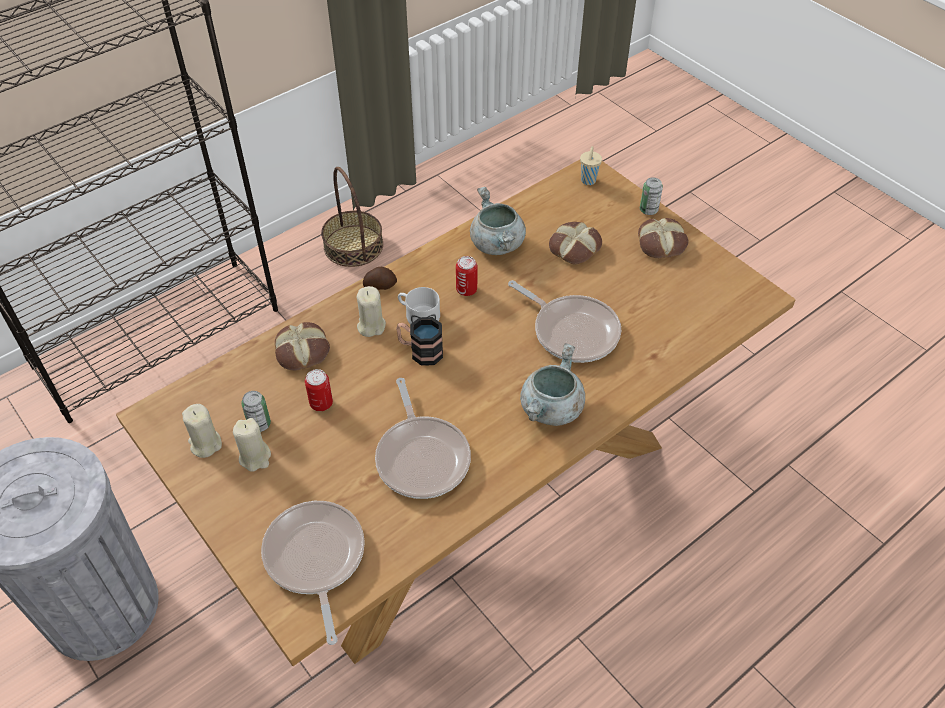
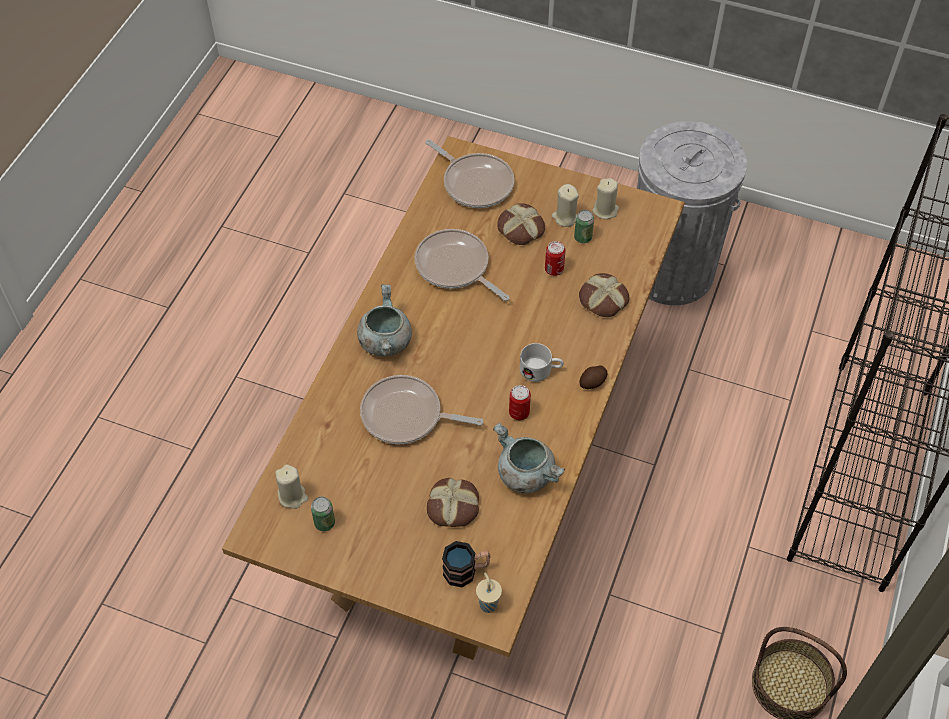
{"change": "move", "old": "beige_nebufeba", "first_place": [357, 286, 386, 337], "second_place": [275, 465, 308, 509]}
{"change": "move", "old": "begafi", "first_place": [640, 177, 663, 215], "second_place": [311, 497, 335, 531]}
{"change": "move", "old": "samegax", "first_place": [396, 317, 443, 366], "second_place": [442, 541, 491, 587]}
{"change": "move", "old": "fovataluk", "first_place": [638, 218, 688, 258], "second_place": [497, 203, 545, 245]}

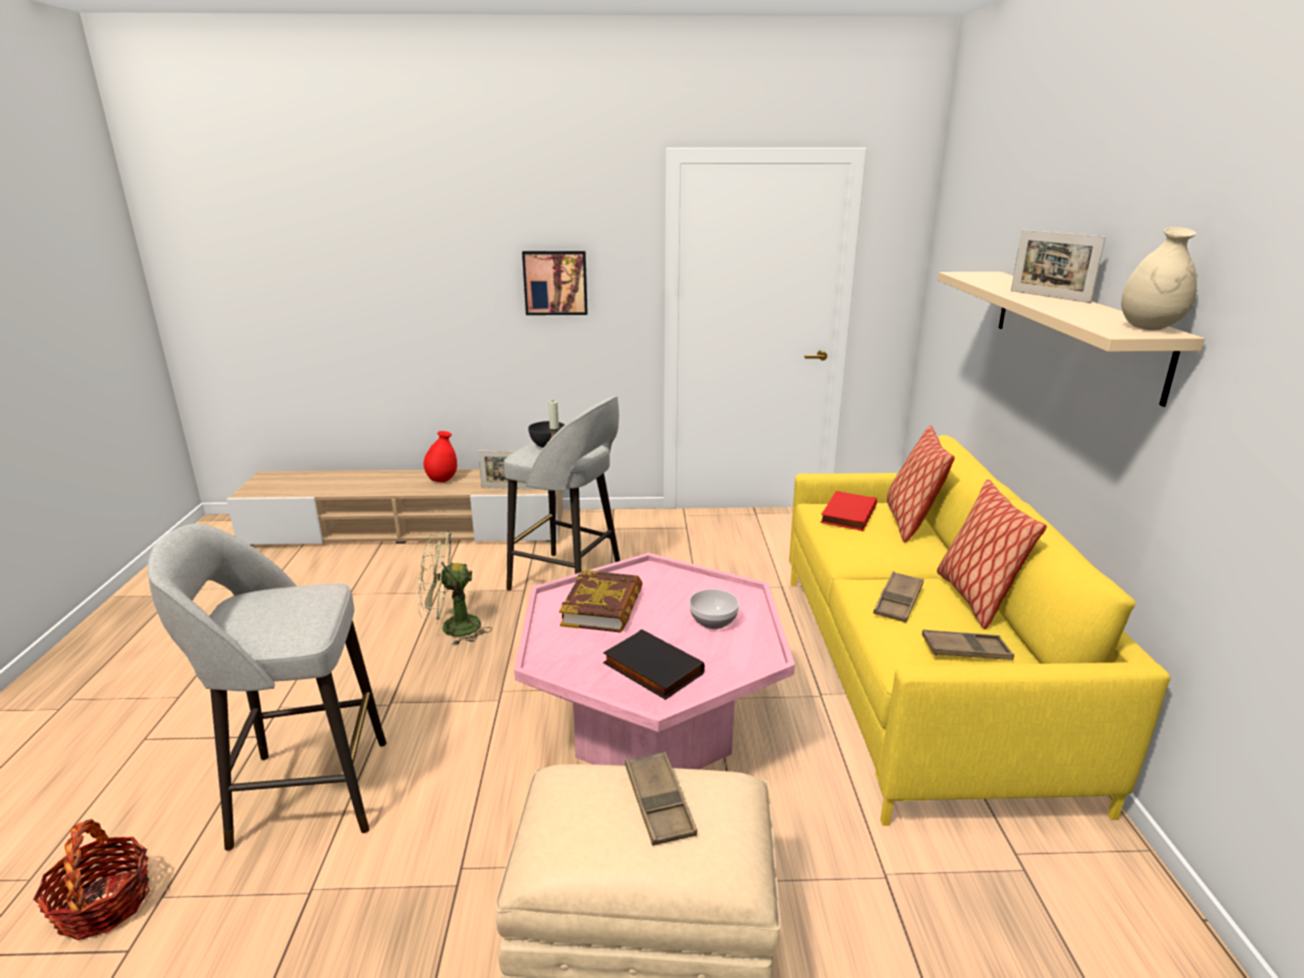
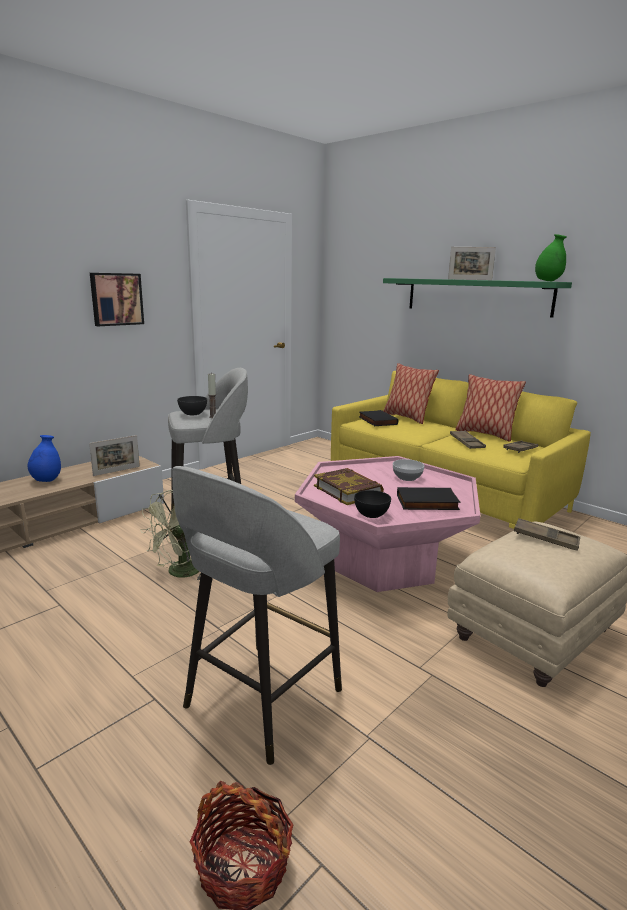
{"change": "recolor", "old": "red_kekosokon", "new": "blue_kekosokon", "first_place": [424, 431, 457, 482], "second_place": [28, 435, 61, 482]}
{"change": "insert", "new": "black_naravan", "second_place": [354, 490, 391, 518]}
{"change": "recolor", "old": "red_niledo", "new": "black_niledo", "first_place": [820, 491, 877, 531], "second_place": [359, 410, 398, 426]}
{"change": "recolor", "old": "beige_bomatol", "new": "green_bomatol", "first_place": [938, 272, 1205, 407], "second_place": [383, 278, 572, 318]}
{"change": "recolor", "old": "beige_kekosokon", "new": "green_kekosokon", "first_place": [1121, 227, 1197, 330], "second_place": [535, 234, 567, 281]}

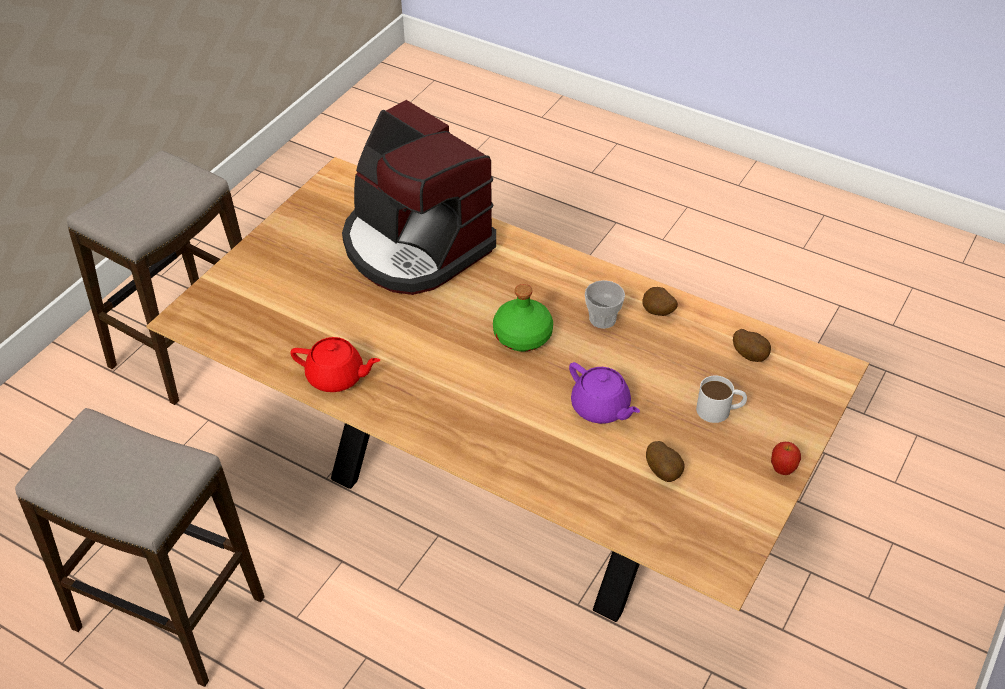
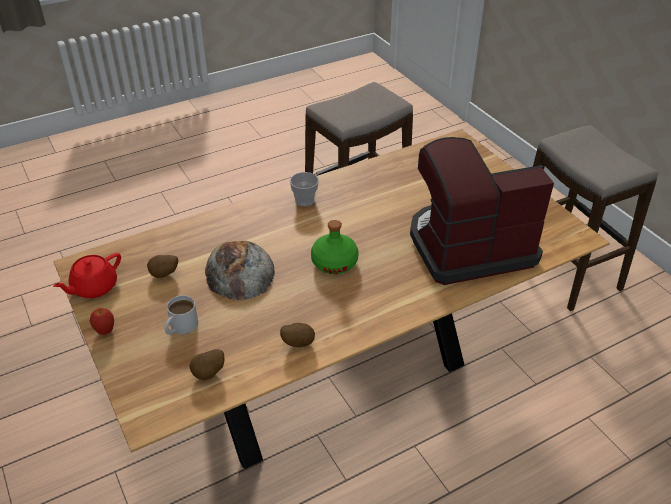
{"change": "move", "old": "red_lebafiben", "first_place": [290, 337, 380, 392], "second_place": [53, 253, 121, 298]}
{"change": "replace", "old": "purple_lebafiben", "new": "fovataluk", "first_place": [569, 362, 640, 424], "second_place": [205, 241, 275, 301]}
{"change": "move", "old": "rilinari", "first_place": [585, 280, 625, 329], "second_place": [290, 172, 319, 207]}

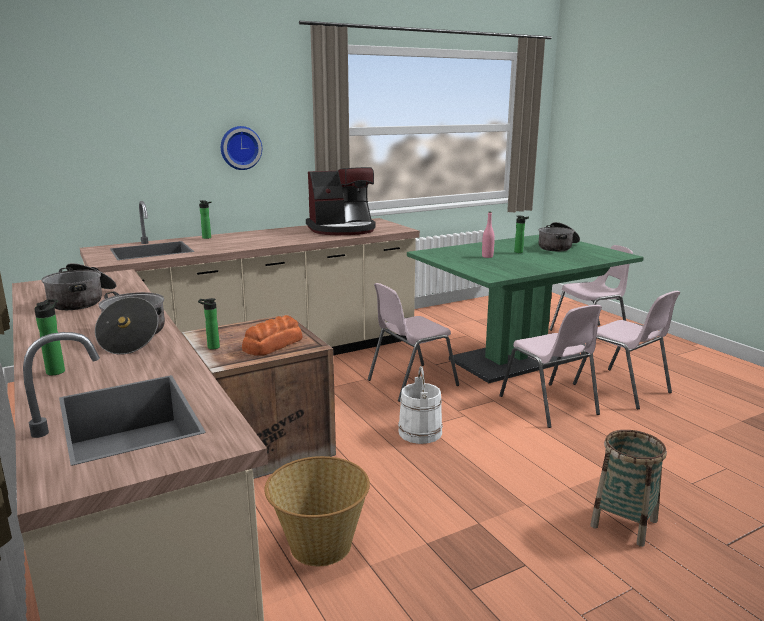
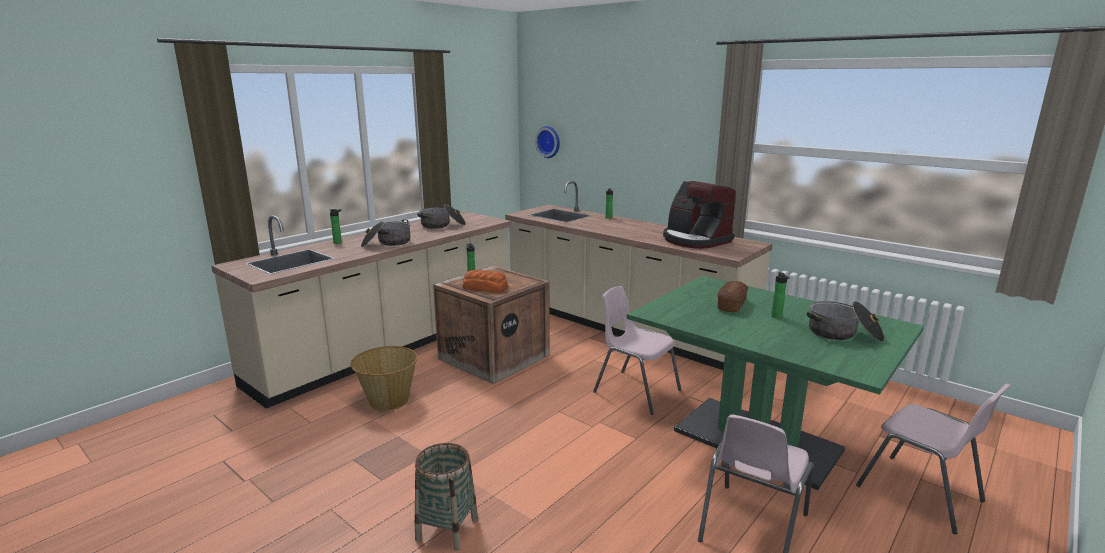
{"change": "move", "old": "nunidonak", "first_place": [221, 126, 262, 170], "second_place": [535, 126, 560, 158]}
{"change": "replace", "old": "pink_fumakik", "new": "fovataluk", "first_place": [482, 212, 495, 258], "second_place": [717, 281, 748, 312]}
{"change": "delete", "old": "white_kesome", "first_place": [398, 366, 443, 444]}
{"change": "delete", "old": "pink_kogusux", "first_place": [499, 305, 602, 428]}

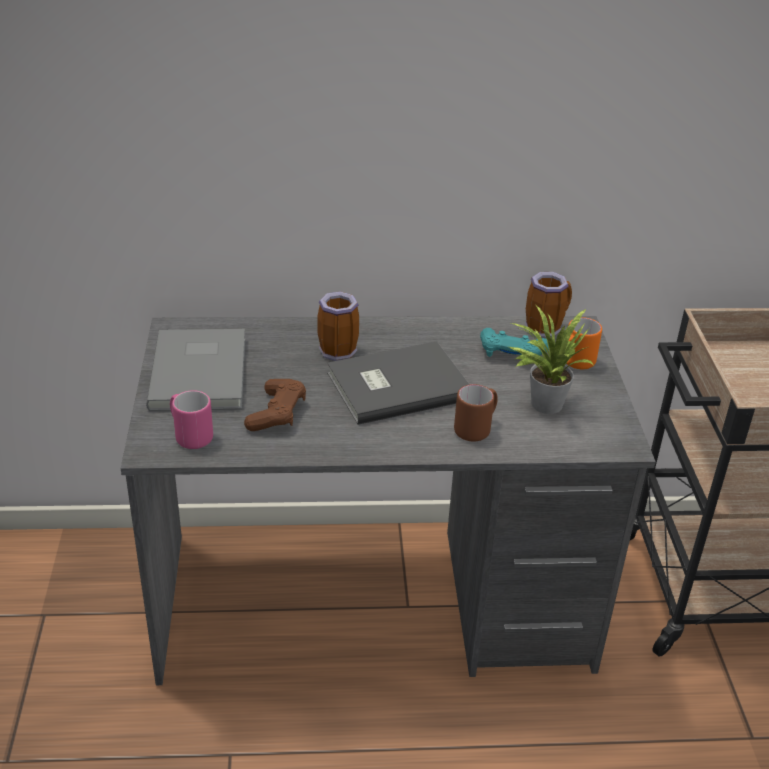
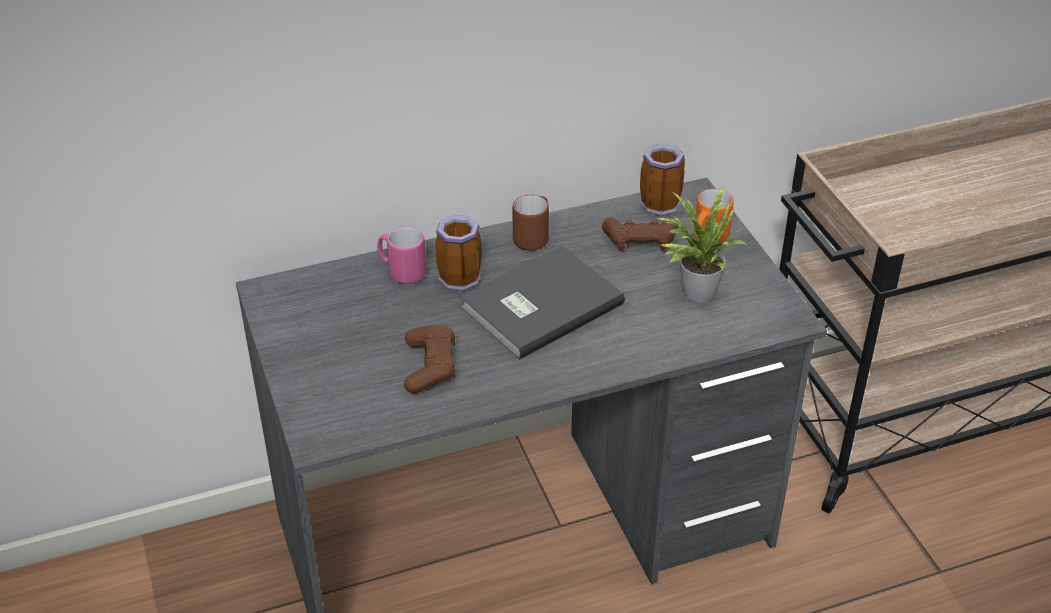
{"change": "move", "old": "pink_samegax", "first_place": [170, 390, 213, 449], "second_place": [377, 227, 426, 284]}
{"change": "move", "old": "brown_samegax", "first_place": [454, 384, 498, 442], "second_place": [513, 195, 549, 251]}
{"change": "recolor", "old": "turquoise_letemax", "new": "brown_letemax", "first_place": [480, 328, 549, 357], "second_place": [602, 218, 678, 251]}
{"change": "delete", "old": "grey_niledo", "first_place": [146, 329, 245, 411]}

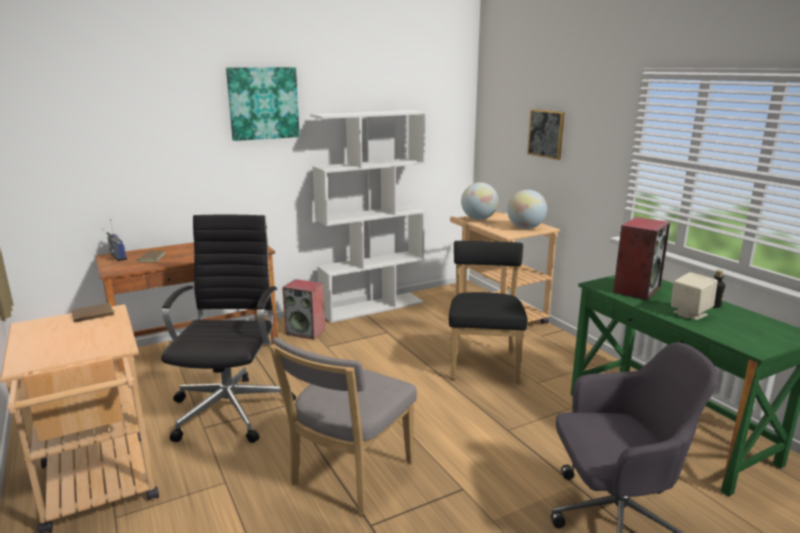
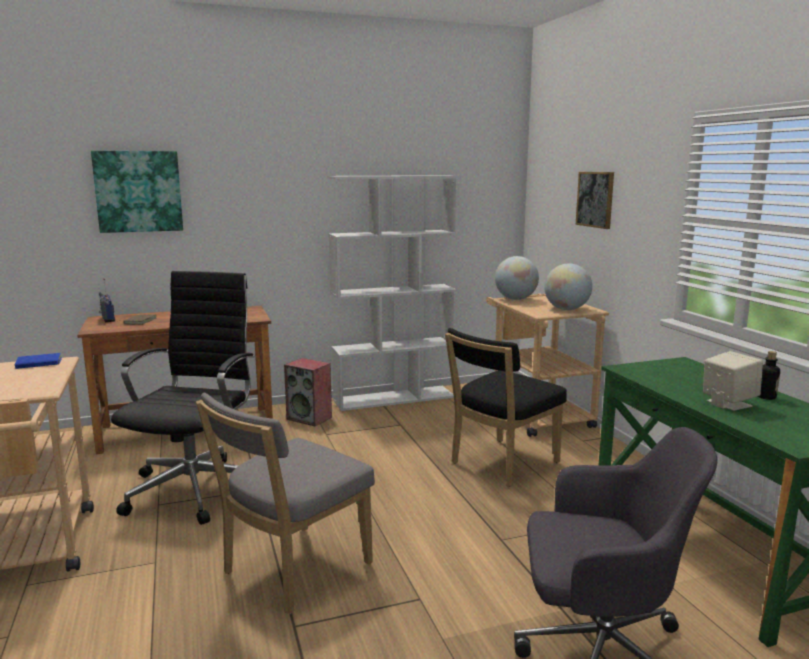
{"change": "recolor", "old": "brown_niledo", "new": "blue_niledo", "first_place": [71, 303, 115, 323], "second_place": [15, 353, 62, 369]}
{"change": "move", "old": "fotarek", "first_place": [226, 67, 300, 141], "second_place": [91, 151, 183, 233]}
{"change": "rotate", "old": "black_kogusux", "first_place": [449, 241, 527, 383], "second_place": [445, 328, 567, 487], "degrees": -150}
{"change": "delete", "old": "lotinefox", "first_place": [613, 217, 670, 300]}

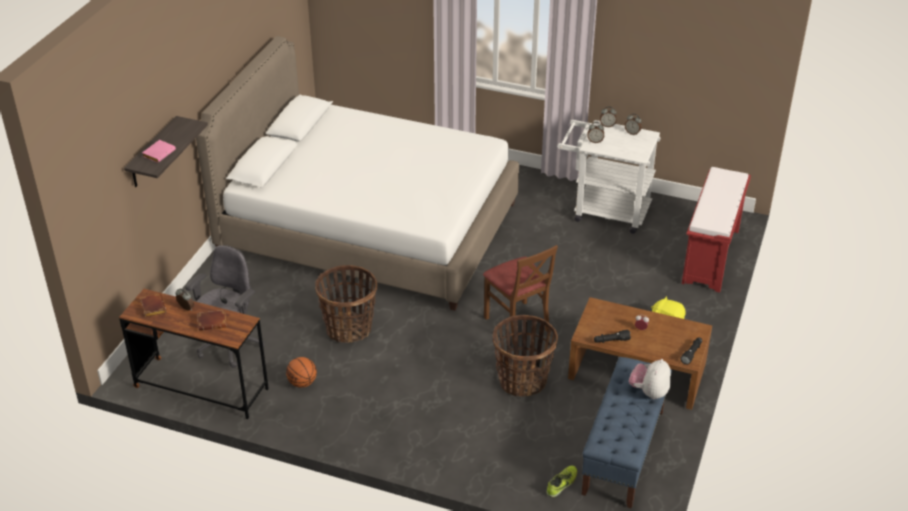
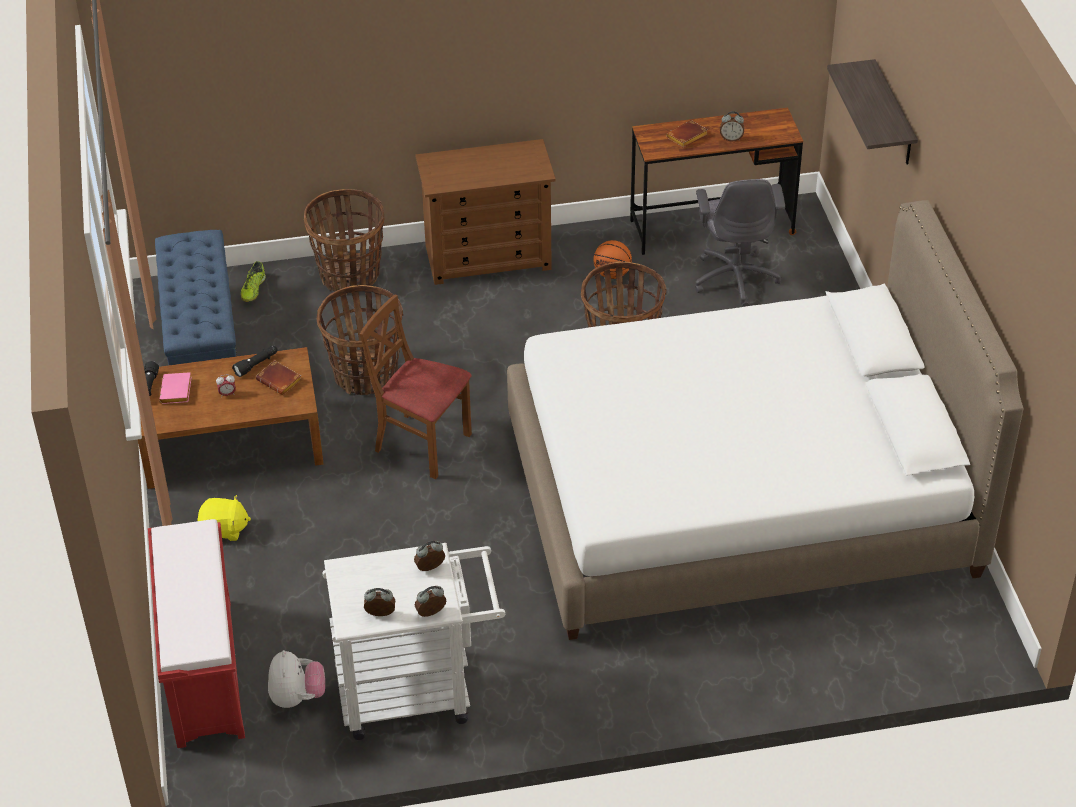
{"change": "move", "old": "pink_niledo", "first_place": [142, 140, 176, 163], "second_place": [159, 372, 192, 404]}
{"change": "move", "old": "brown_niledo", "first_place": [140, 293, 166, 317], "second_place": [256, 360, 302, 395]}
{"change": "move", "old": "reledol", "first_place": [629, 359, 671, 399], "second_place": [268, 650, 325, 708]}
{"change": "insert", "new": "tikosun", "second_place": [304, 189, 384, 295]}
{"change": "insert", "new": "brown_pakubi", "second_place": [415, 139, 556, 285]}

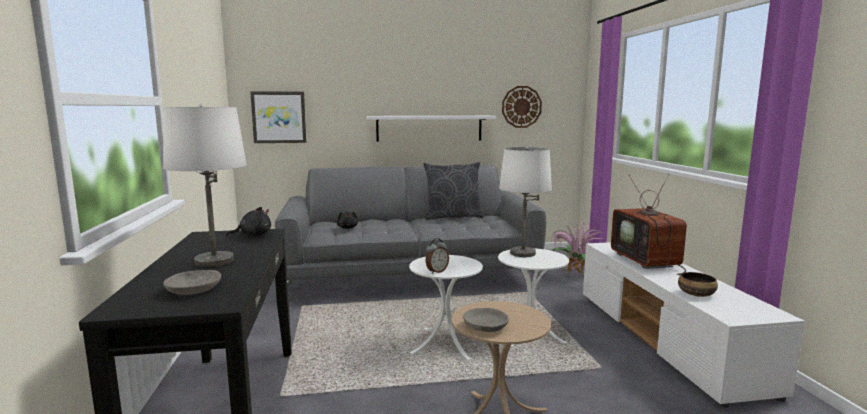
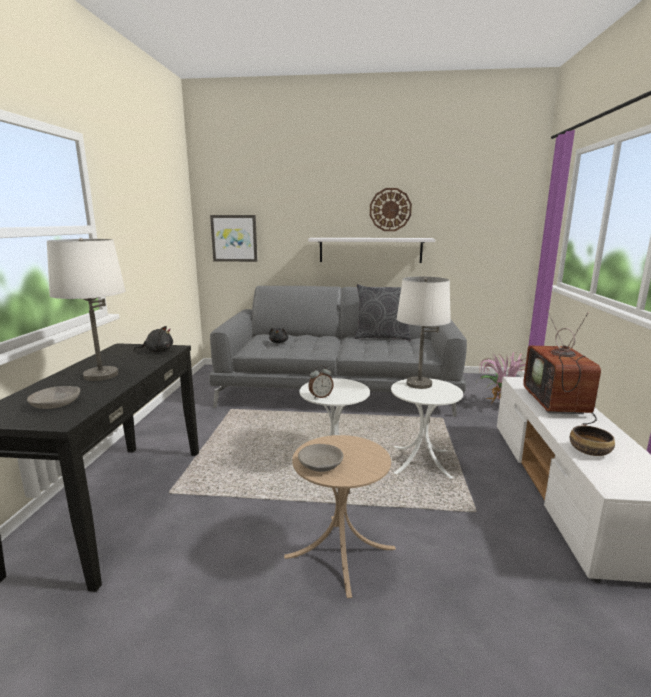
{"change": "move", "old": "nunidonak", "first_place": [502, 86, 542, 128], "second_place": [370, 188, 412, 231]}

